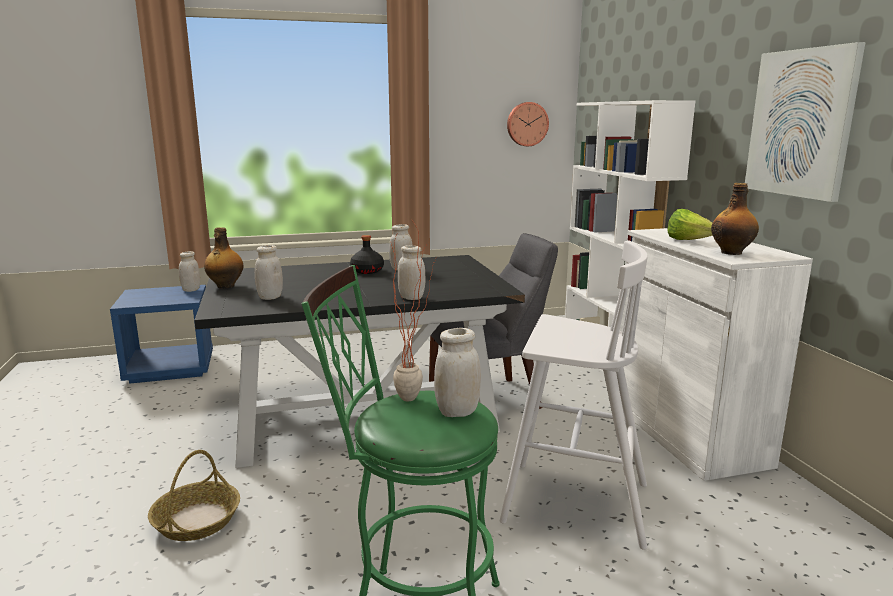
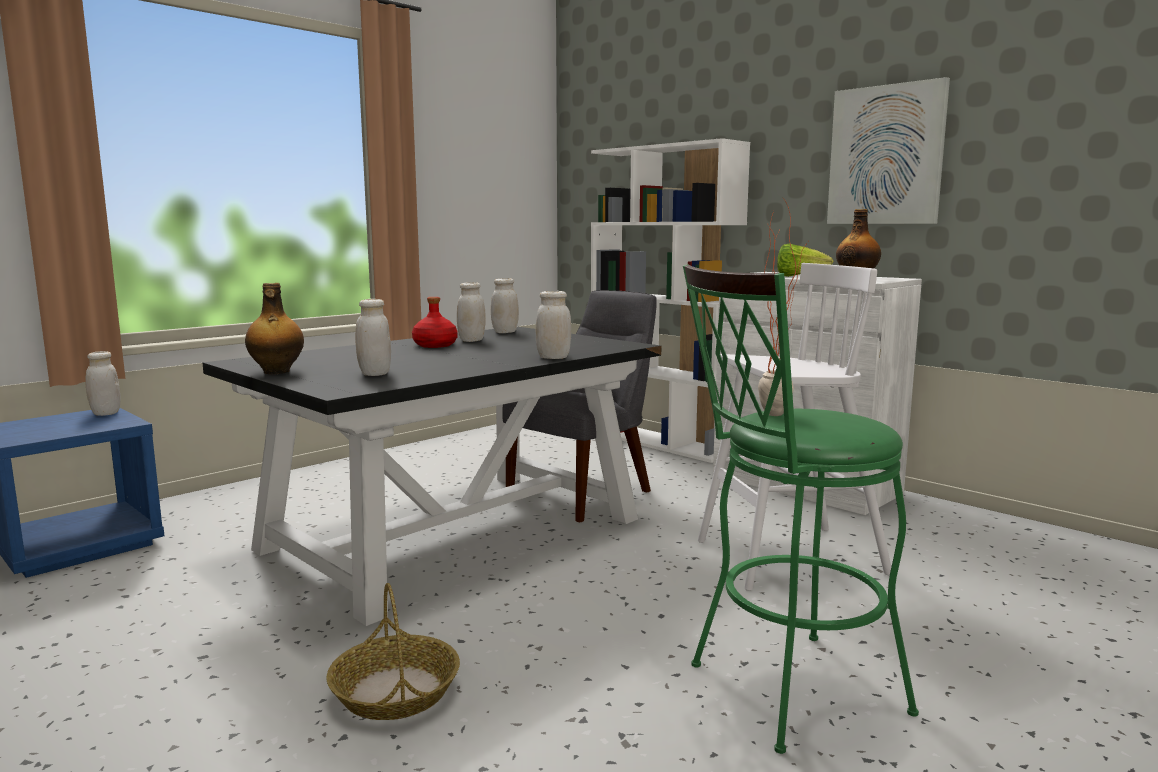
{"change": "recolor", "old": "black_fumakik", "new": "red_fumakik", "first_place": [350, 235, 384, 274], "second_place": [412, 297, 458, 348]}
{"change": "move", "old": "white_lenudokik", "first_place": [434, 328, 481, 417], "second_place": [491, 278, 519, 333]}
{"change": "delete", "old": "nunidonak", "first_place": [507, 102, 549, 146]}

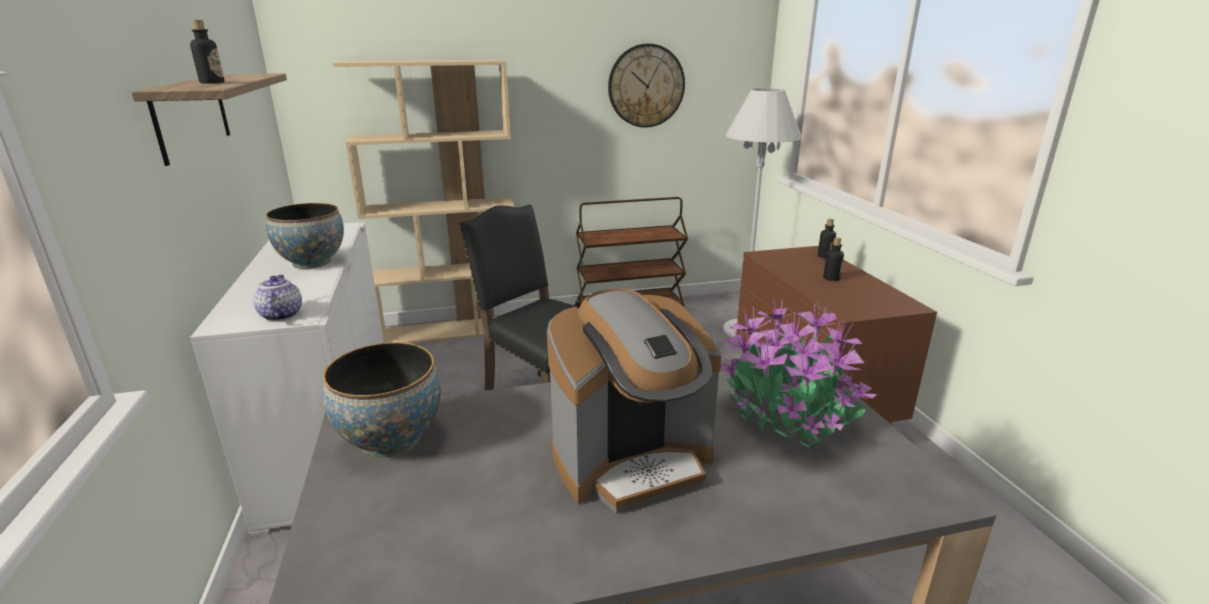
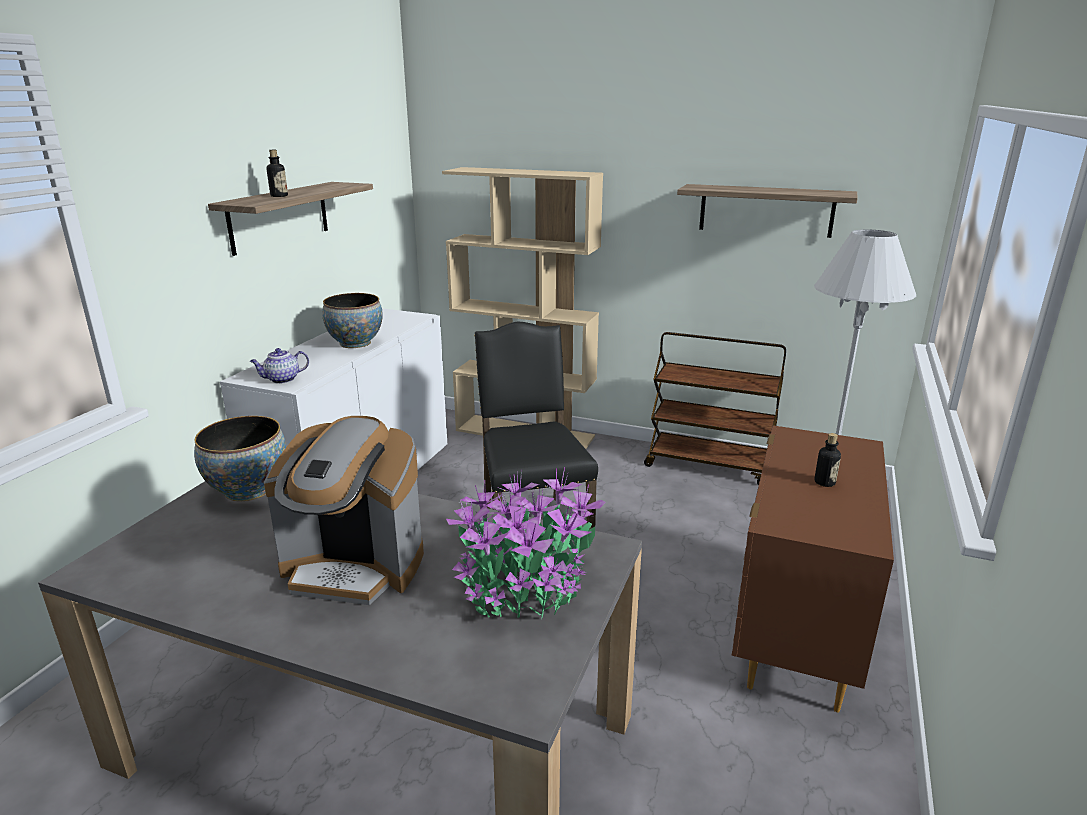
{"change": "rotate", "old": "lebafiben", "first_place": [253, 275, 302, 321], "second_place": [250, 348, 309, 384], "degrees": -135}
{"change": "replace", "old": "nunidonak", "new": "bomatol", "first_place": [608, 44, 685, 128], "second_place": [677, 184, 858, 238]}
{"change": "delete", "old": "fumakik", "first_place": [818, 219, 836, 259]}

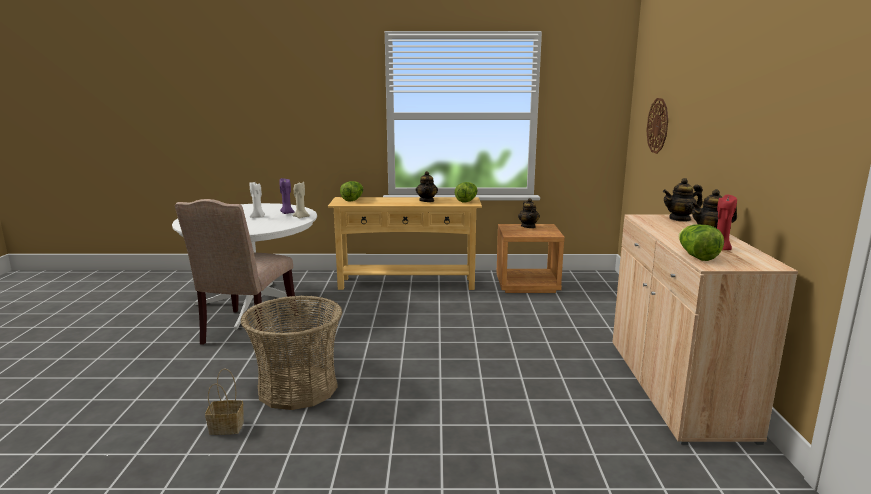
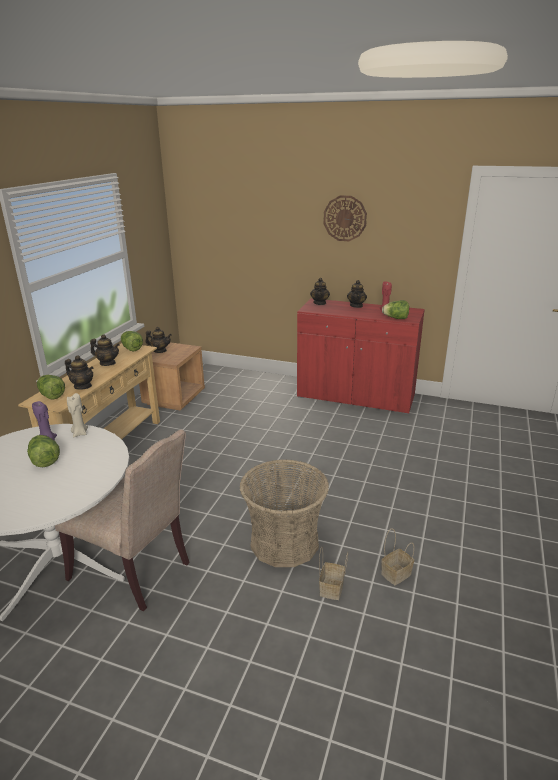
{"change": "replace", "old": "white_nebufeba", "new": "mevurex", "first_place": [250, 182, 265, 218], "second_place": [27, 435, 60, 467]}
{"change": "insert", "new": "lebafiben", "second_place": [65, 355, 93, 390]}
{"change": "recolor", "old": "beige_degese", "new": "red_degese", "first_place": [613, 214, 798, 445], "second_place": [297, 298, 425, 414]}
{"change": "move", "old": "nunidonak", "first_place": [646, 98, 668, 154], "second_place": [323, 195, 367, 241]}
{"change": "insert", "new": "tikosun", "second_place": [381, 528, 414, 585]}

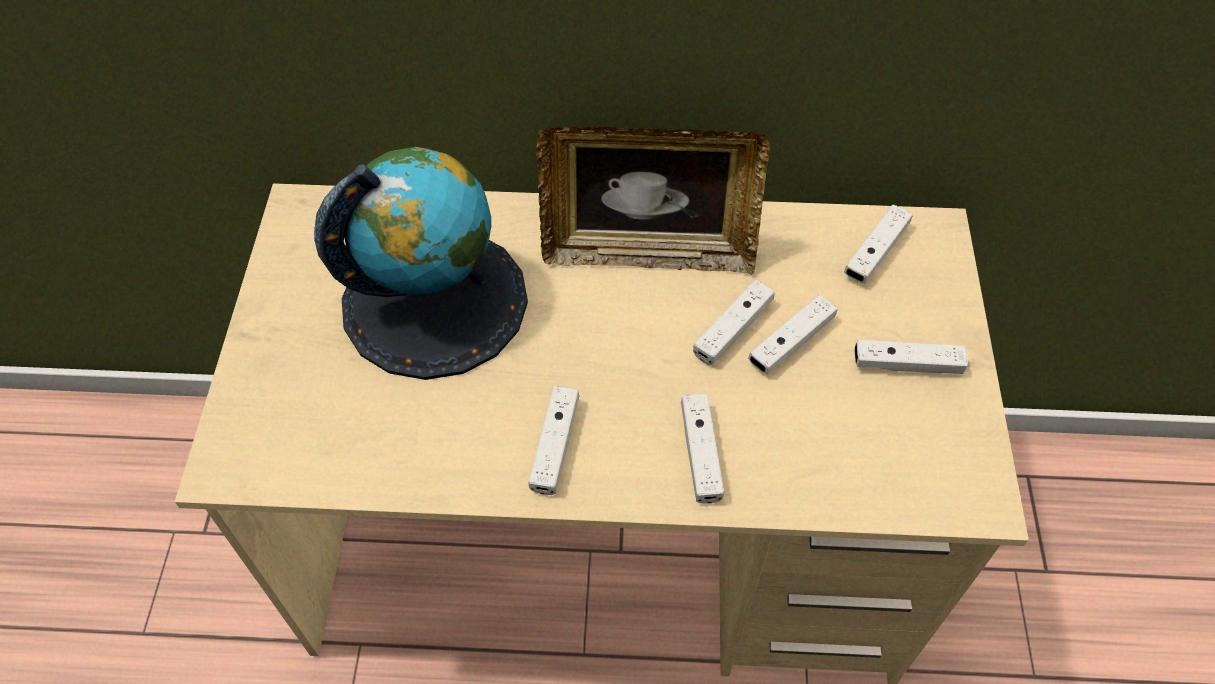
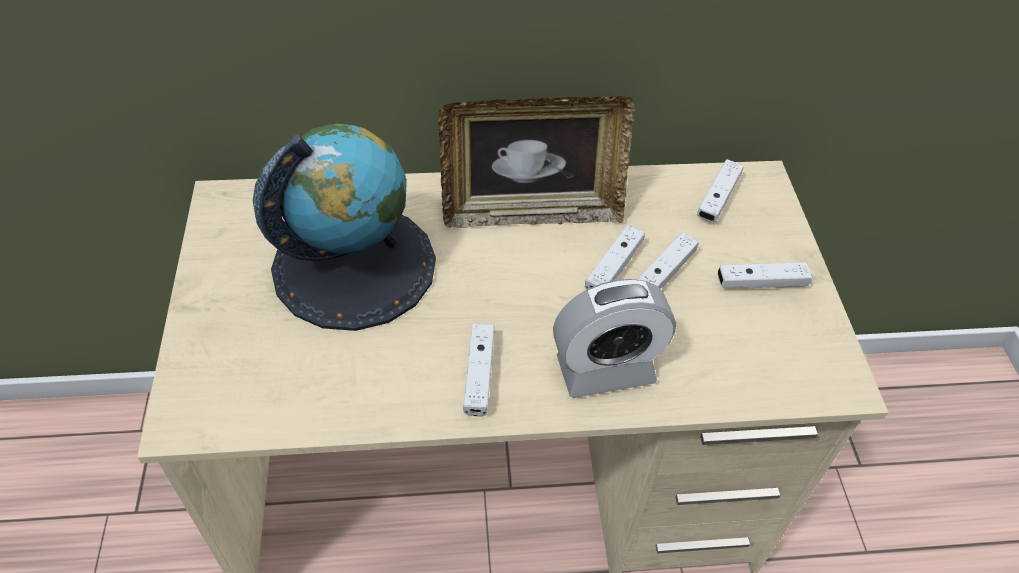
{"change": "replace", "old": "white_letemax", "new": "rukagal", "first_place": [681, 394, 724, 504], "second_place": [553, 279, 676, 398]}

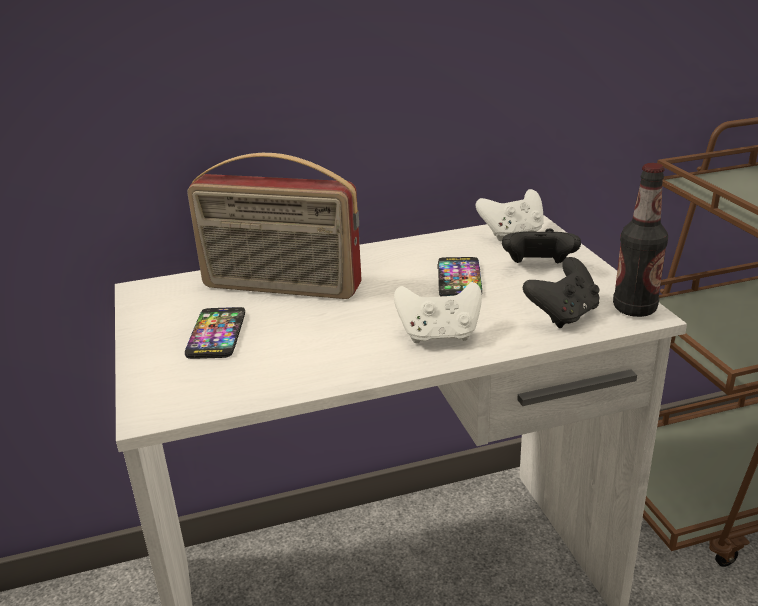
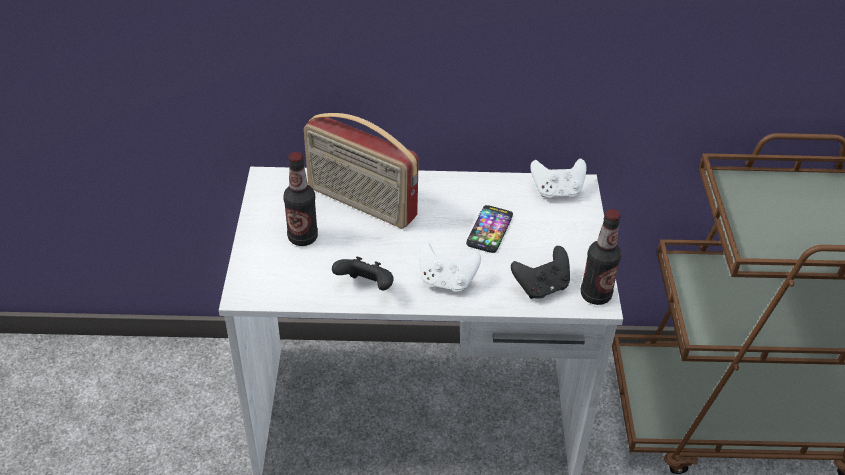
{"change": "replace", "old": "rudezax", "new": "fumakik", "first_place": [185, 307, 245, 359], "second_place": [283, 152, 318, 246]}
{"change": "move", "old": "black_letemax", "first_place": [502, 229, 581, 263], "second_place": [332, 256, 394, 290]}

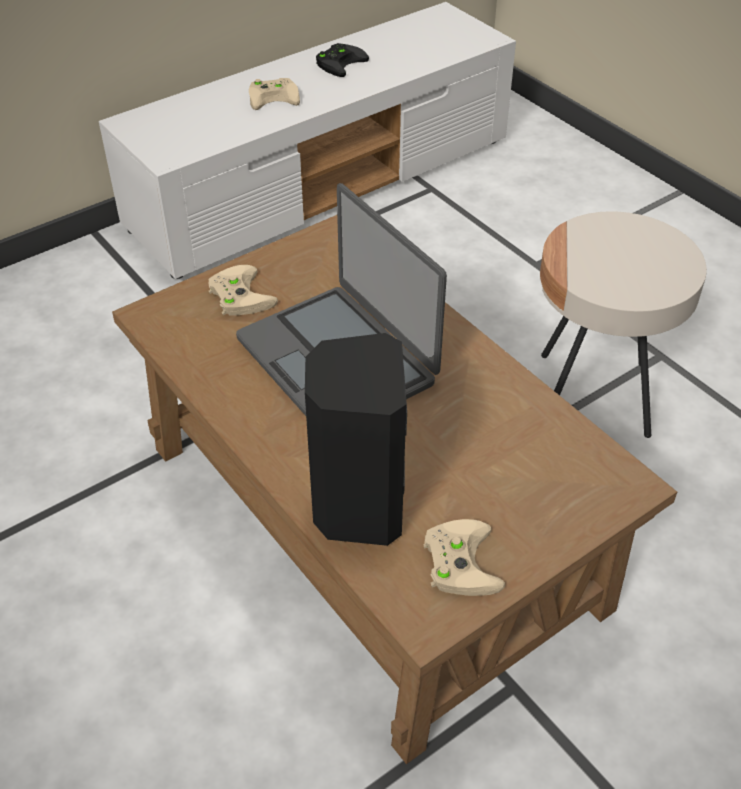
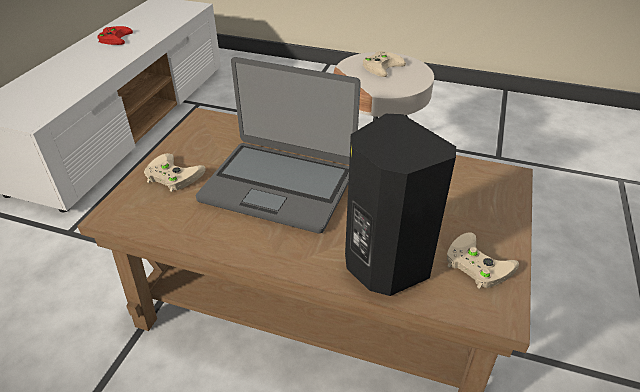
{"change": "recolor", "old": "black_letemax", "new": "red_letemax", "first_place": [316, 43, 369, 77], "second_place": [97, 26, 133, 45]}
{"change": "move", "old": "beige_letemax", "first_place": [249, 78, 300, 110], "second_place": [363, 51, 406, 77]}

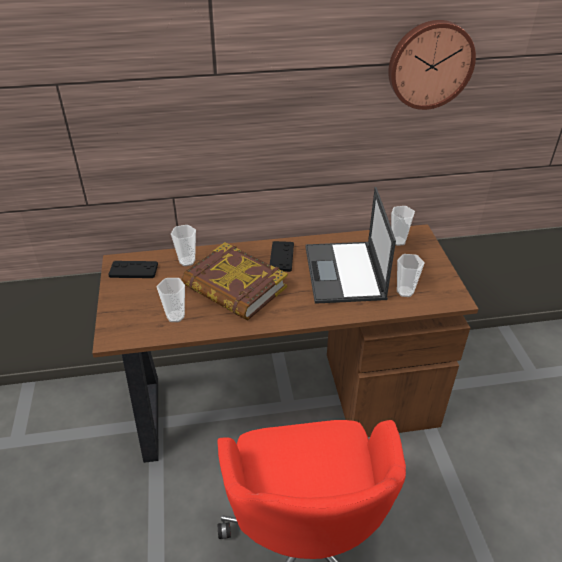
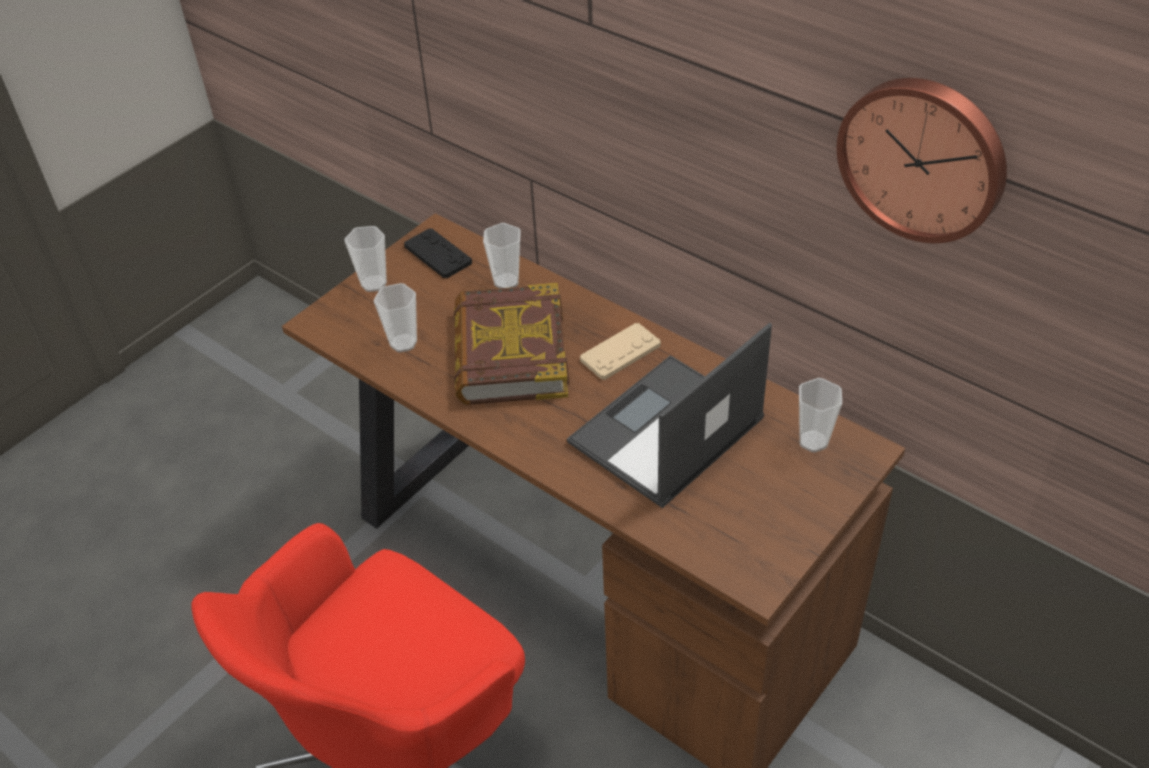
{"change": "move", "old": "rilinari", "first_place": [397, 254, 424, 297], "second_place": [344, 226, 387, 292]}
{"change": "recolor", "old": "black_letemax", "new": "beige_letemax", "first_place": [270, 241, 294, 272], "second_place": [580, 323, 661, 380]}

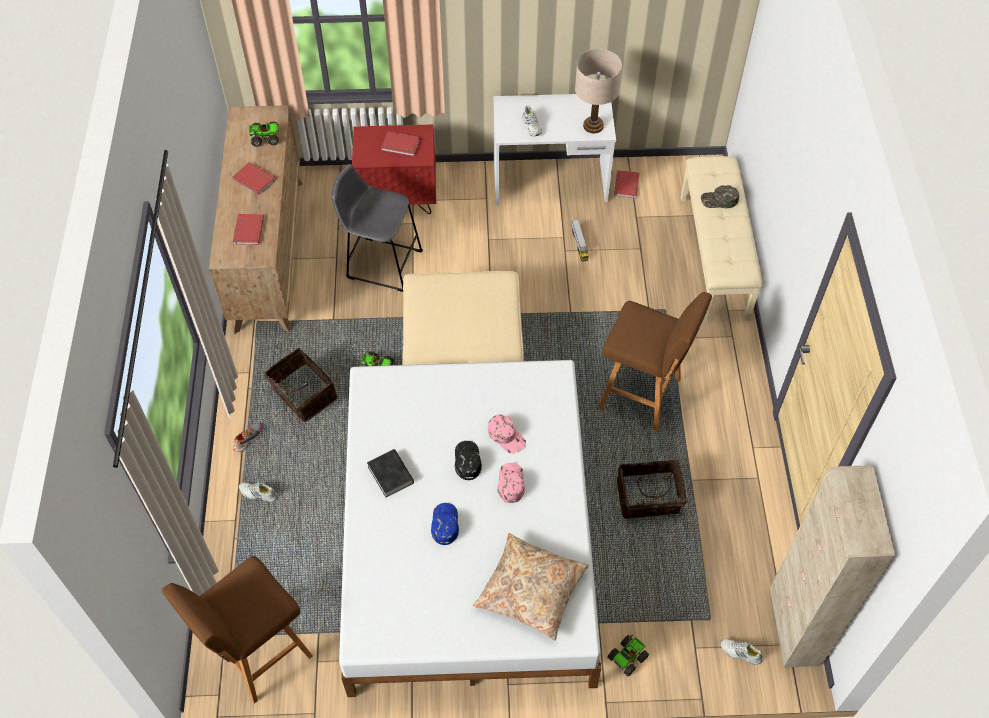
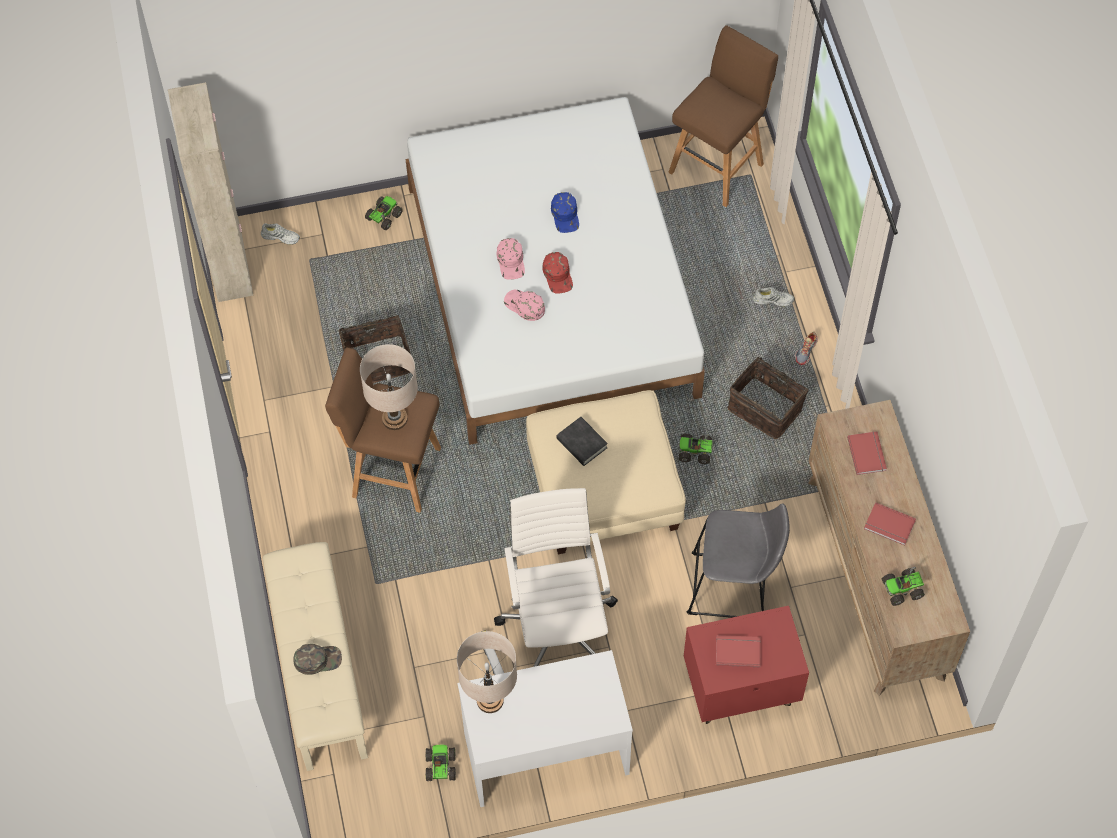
{"change": "insert", "new": "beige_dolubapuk", "second_place": [360, 344, 418, 430]}
{"change": "replace", "old": "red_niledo", "new": "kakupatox", "first_place": [614, 170, 639, 198], "second_place": [425, 744, 456, 781]}
{"change": "insert", "new": "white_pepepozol", "second_place": [494, 488, 618, 667]}
{"change": "recolor", "old": "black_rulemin", "new": "red_rulemin", "first_place": [455, 441, 482, 480], "second_place": [543, 252, 573, 294]}
{"change": "move", "old": "black_niledo", "first_place": [367, 449, 414, 497], "second_place": [556, 417, 608, 466]}
{"change": "delete", "old": "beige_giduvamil", "first_place": [473, 533, 589, 640]}
{"change": "delete", "old": "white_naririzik", "first_place": [522, 106, 542, 136]}

